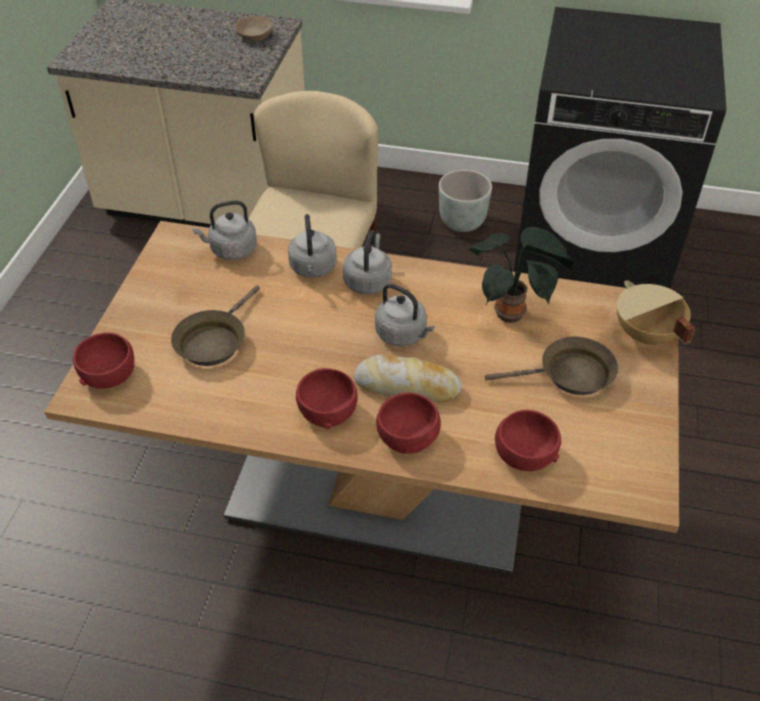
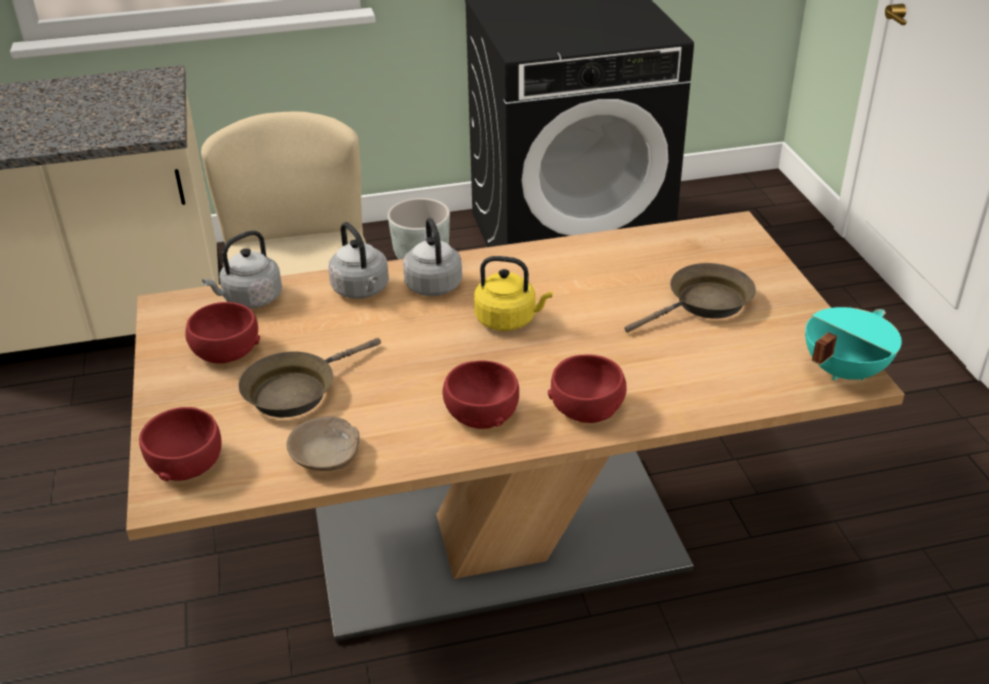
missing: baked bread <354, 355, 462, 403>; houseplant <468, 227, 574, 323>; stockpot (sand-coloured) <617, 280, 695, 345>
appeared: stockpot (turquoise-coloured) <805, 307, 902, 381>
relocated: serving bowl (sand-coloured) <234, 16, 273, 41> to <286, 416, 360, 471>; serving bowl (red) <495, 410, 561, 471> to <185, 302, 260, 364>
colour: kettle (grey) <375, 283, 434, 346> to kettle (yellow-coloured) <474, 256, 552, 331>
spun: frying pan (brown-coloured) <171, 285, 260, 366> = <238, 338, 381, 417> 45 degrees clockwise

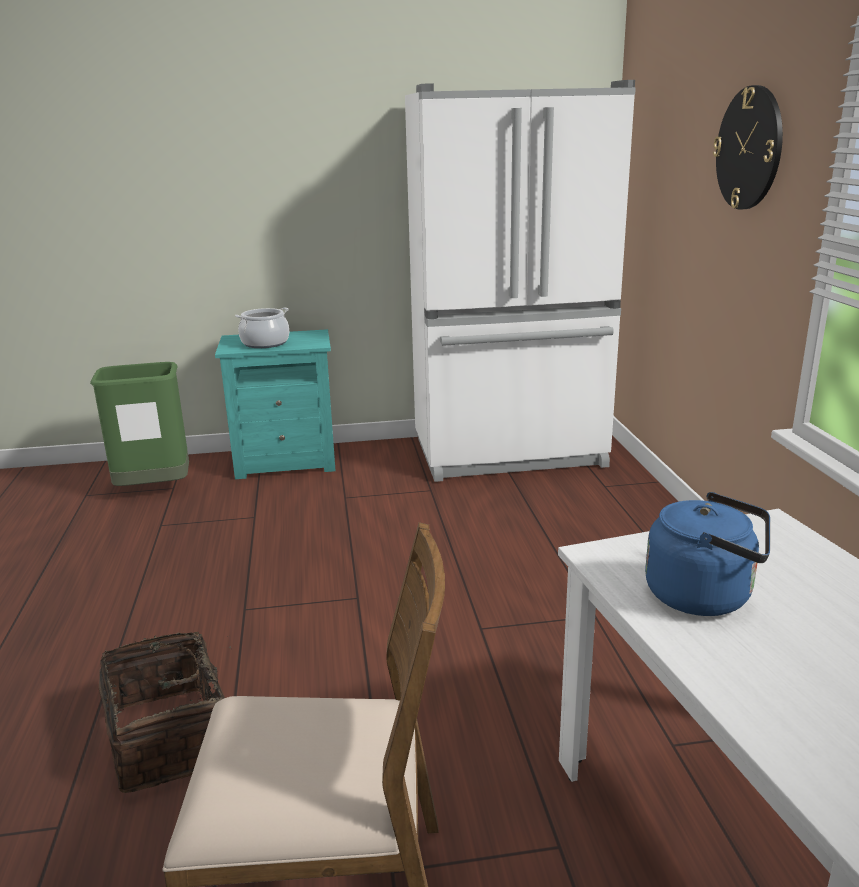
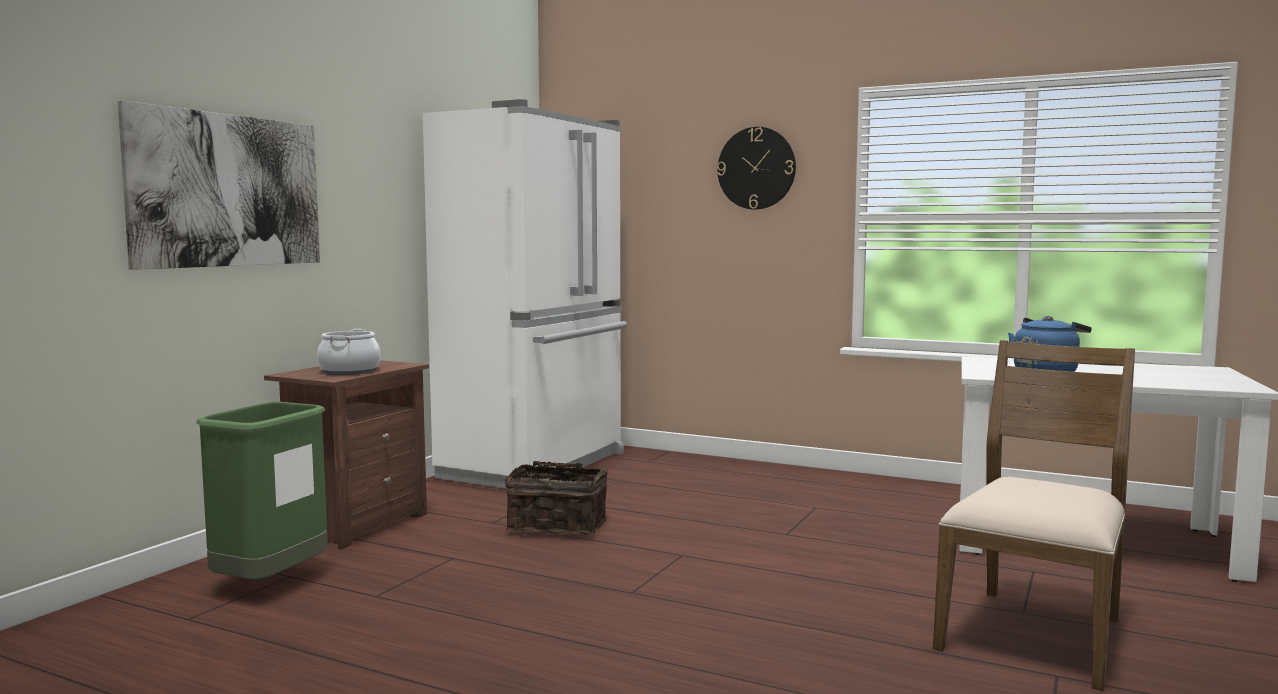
appeared: wall picture <118, 100, 320, 270>
relocated: storage basket <99, 632, 231, 793> to <505, 461, 608, 535>
colour: night table (turquoise-coloured) <215, 329, 336, 479> to night table (brown-coloured) <264, 360, 429, 549>

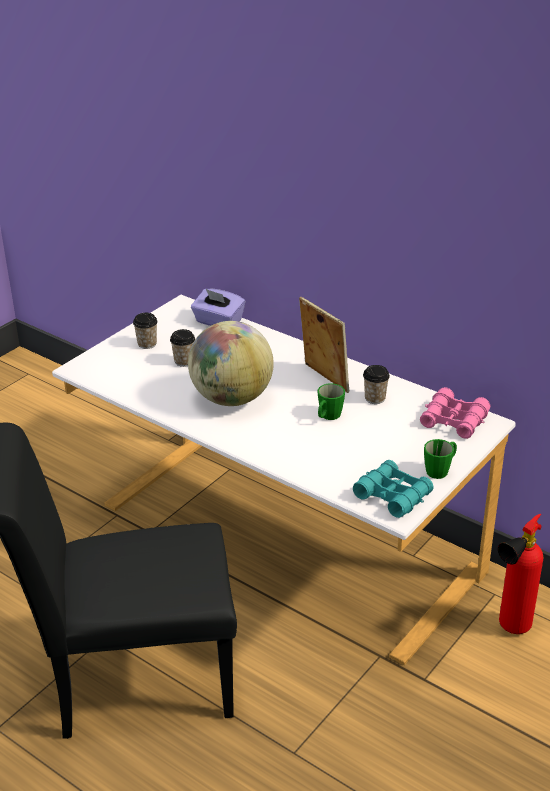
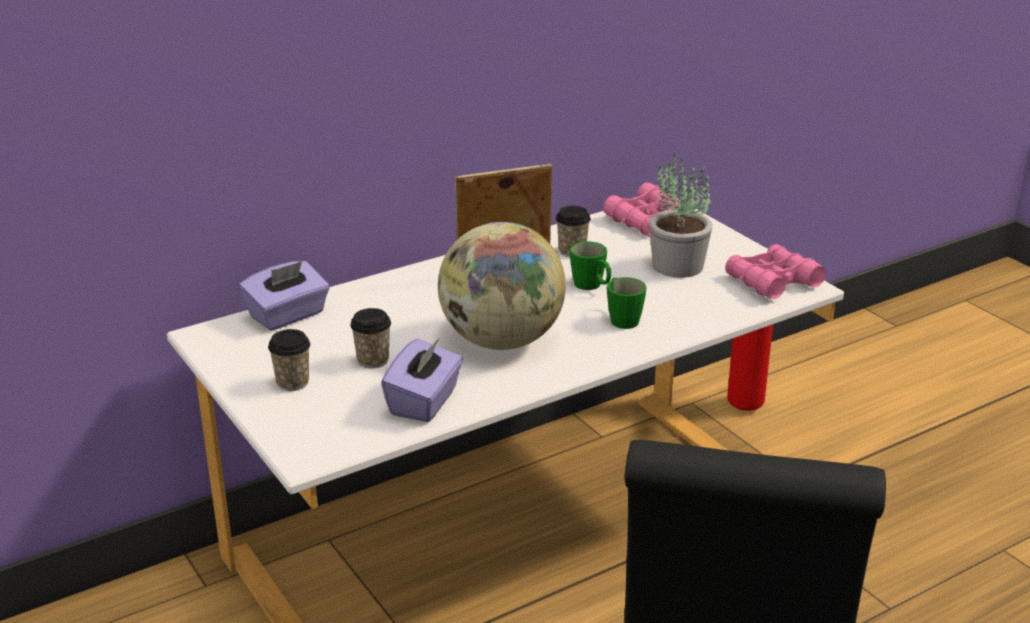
appeared: box of tissues (purple-coloured) <381, 338, 463, 422>; houseplant <649, 153, 713, 278>
relocated: coffee mug (green) <424, 439, 457, 479> to <607, 277, 647, 329>
colour: pair of binoculars (turquoise-coloured) <353, 460, 434, 518> to pair of binoculars (pink) <725, 244, 826, 299>

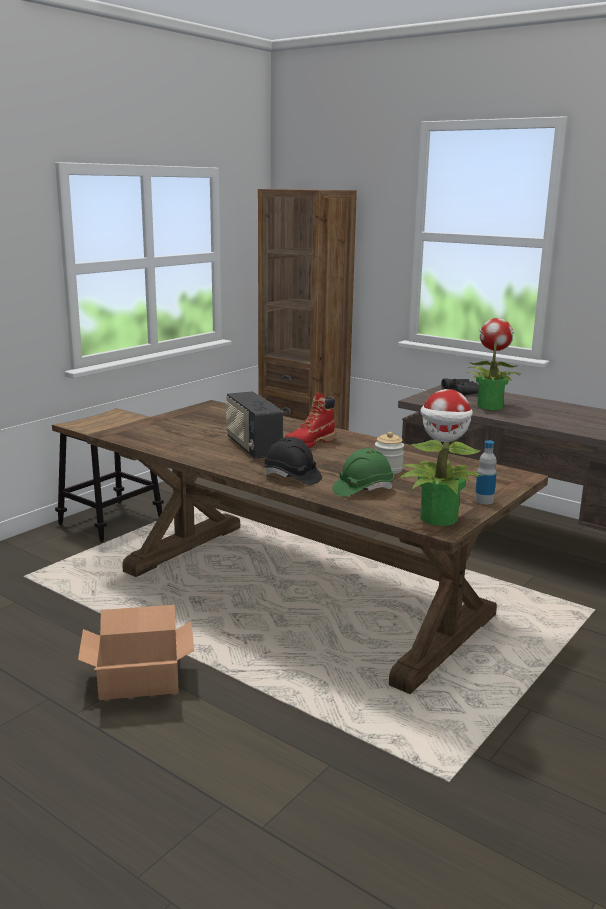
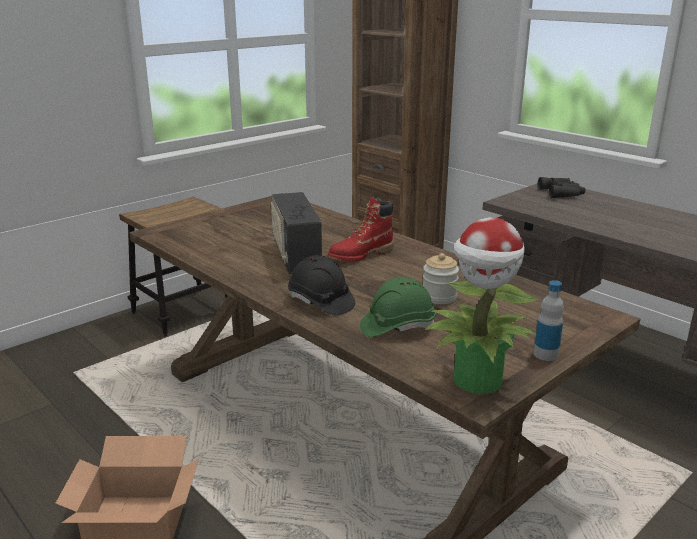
missing: houseplant <466, 318, 520, 410>

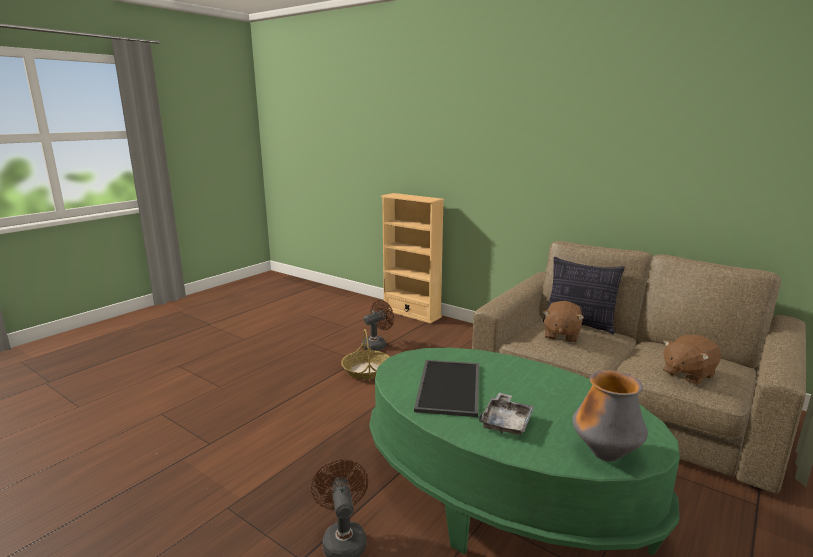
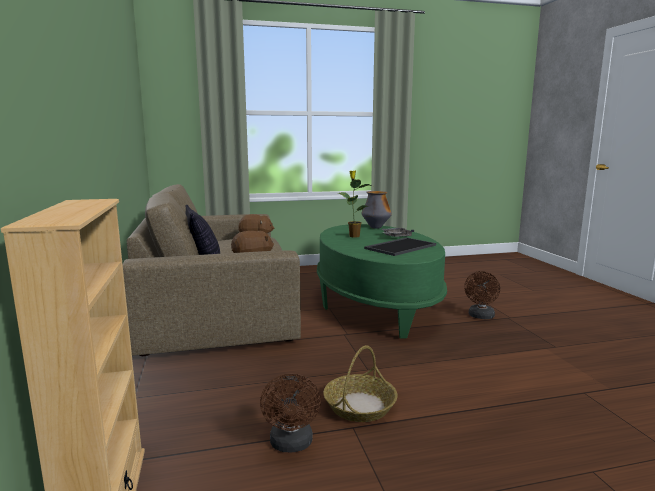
appeared: houseplant <338, 170, 372, 237>
spun: cooling fan (brown-coloured) <362, 300, 394, 351> = <260, 373, 321, 452> 90 degrees counterclockwise

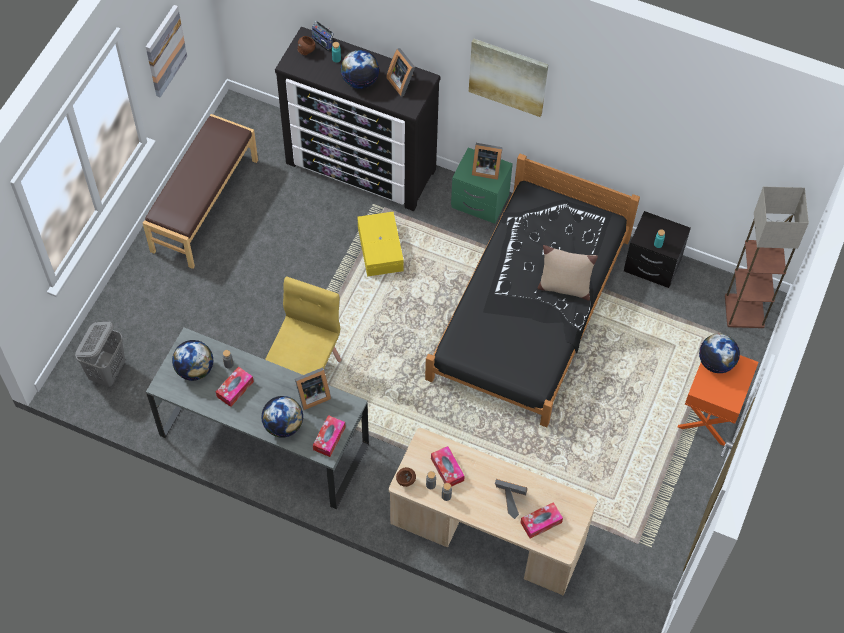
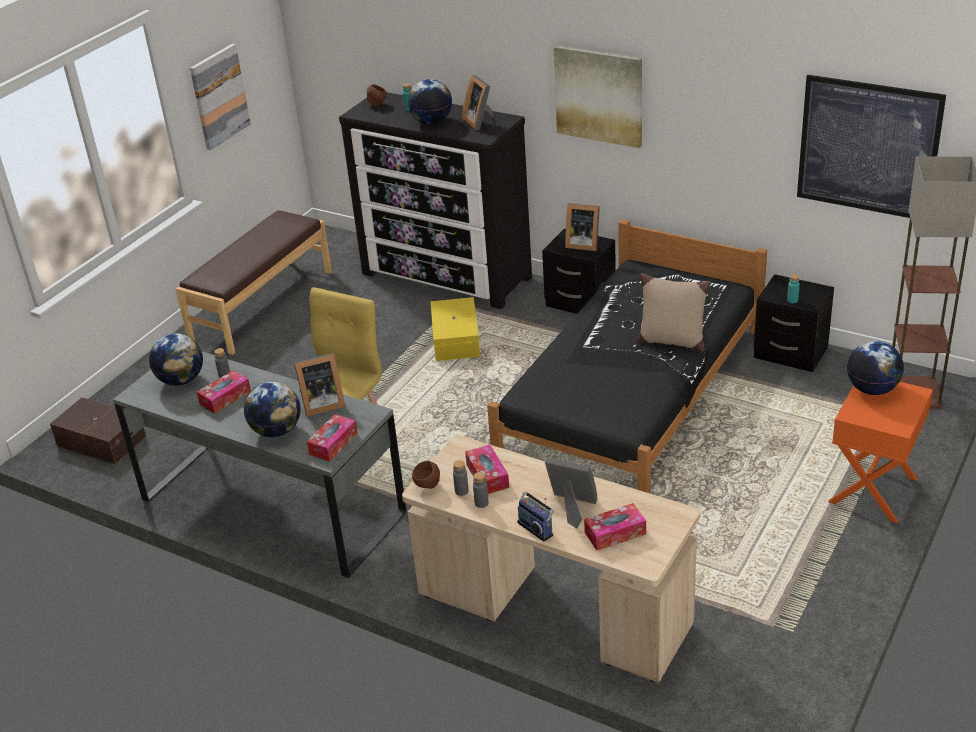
appeared: wall picture <797, 75, 946, 218>
relocated: radio <311, 21, 334, 51> to <517, 492, 554, 542>
exchanged: washing basket (grey) <75, 322, 125, 387> to storage bin (brown-coloured) <50, 397, 146, 464>
colour: night table (green) <451, 147, 513, 224> to night table (black) <542, 229, 616, 314>

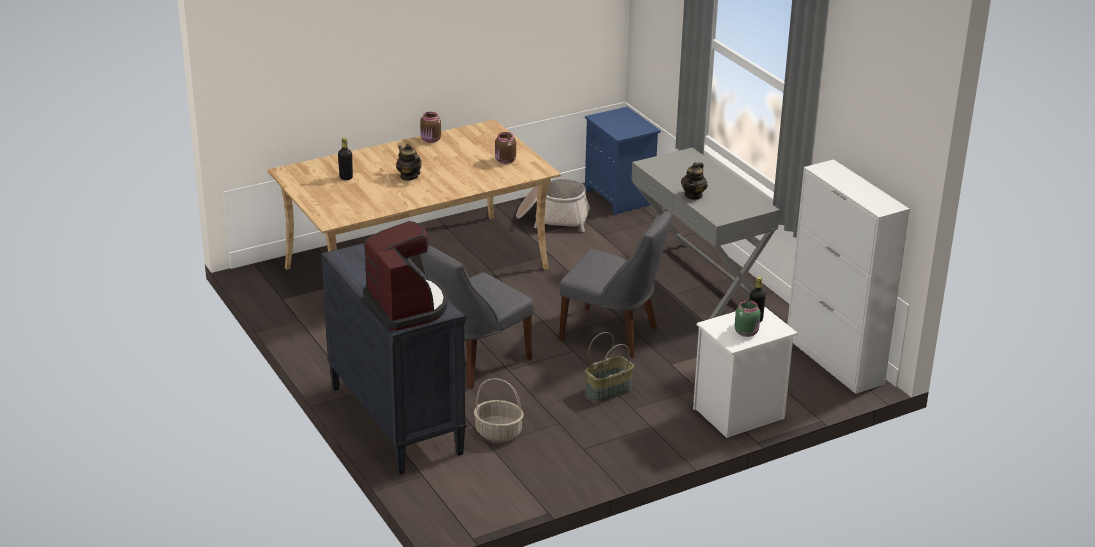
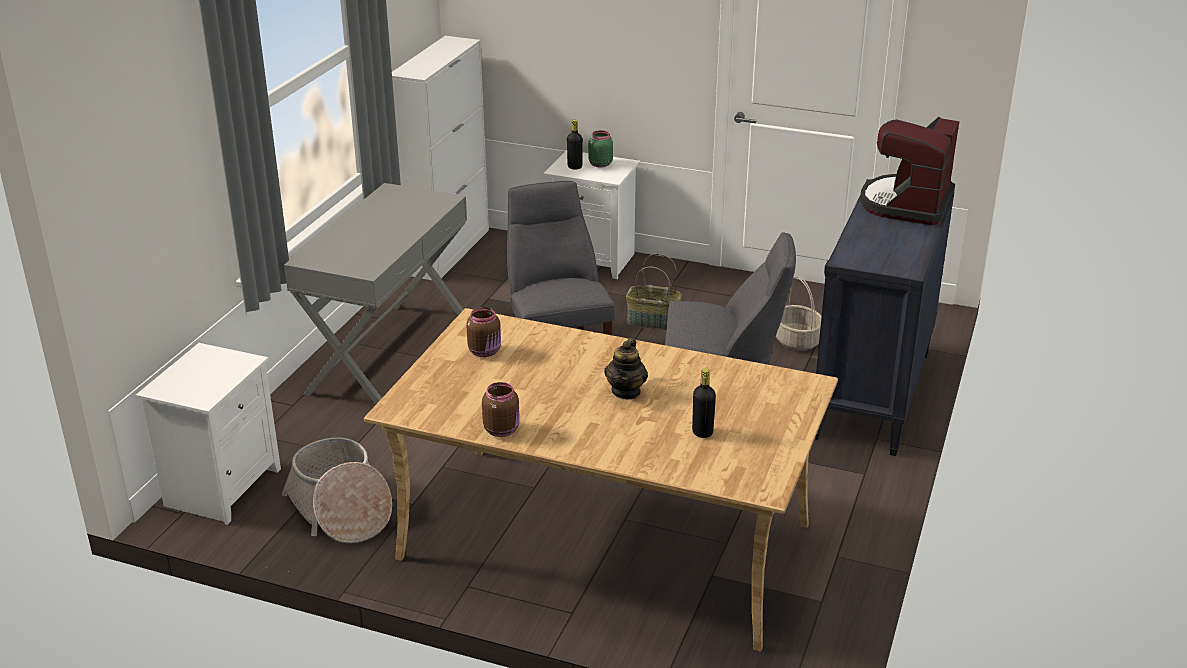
missing: pot for tea <681, 162, 708, 200>
colour: night table (blue) <585, 107, 661, 215> to night table (white) <136, 343, 281, 525>

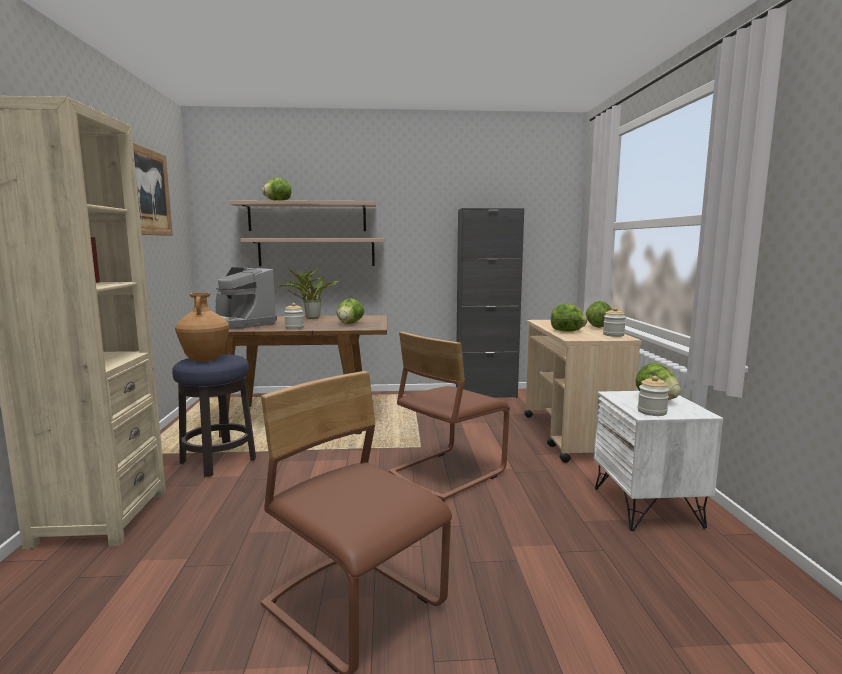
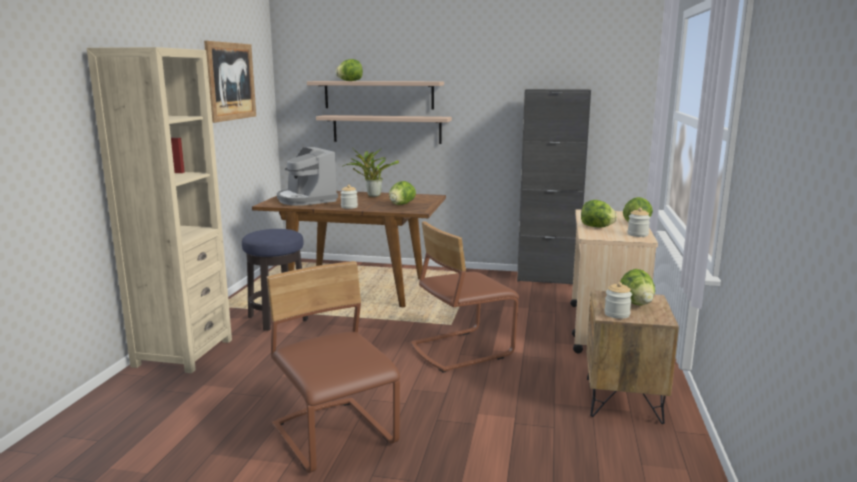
missing: decorative vase (brown-coloured) <175, 293, 229, 362>
colour: night table (white) <594, 391, 723, 531> to night table (brown-coloured) <586, 290, 679, 424>

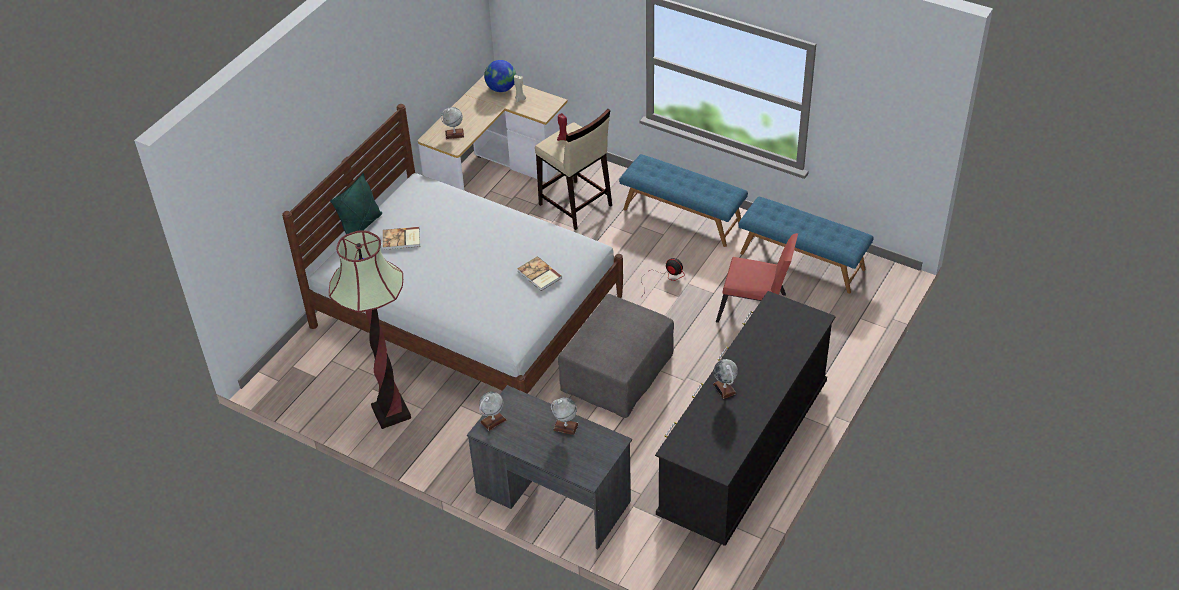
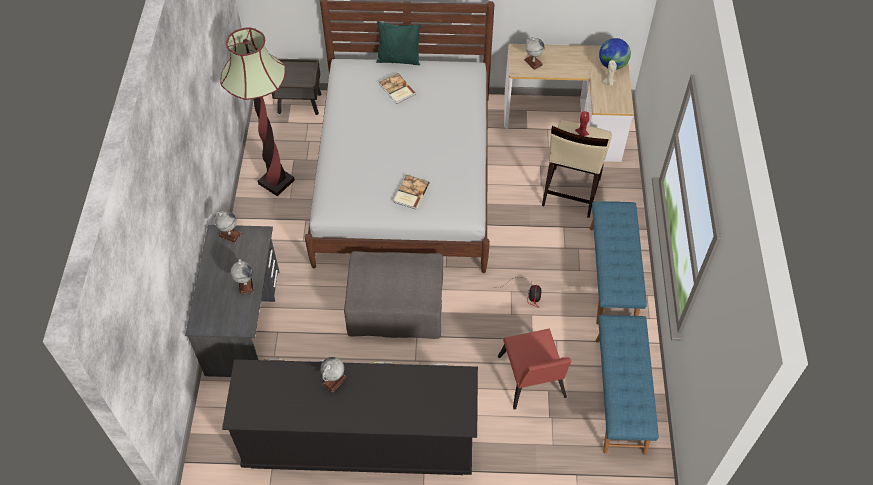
appeared: night table (brown-coloured) <272, 59, 321, 115>

